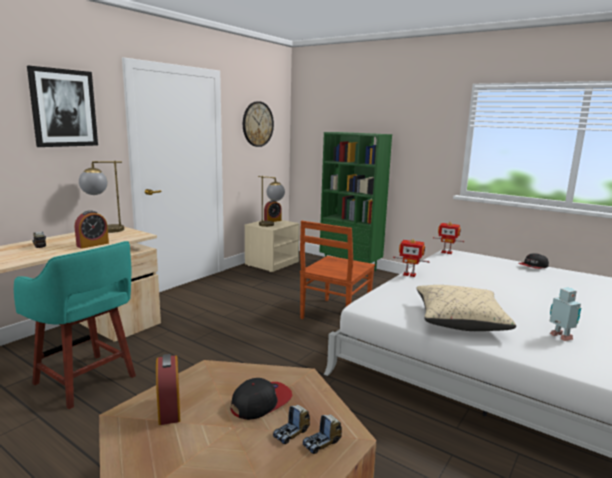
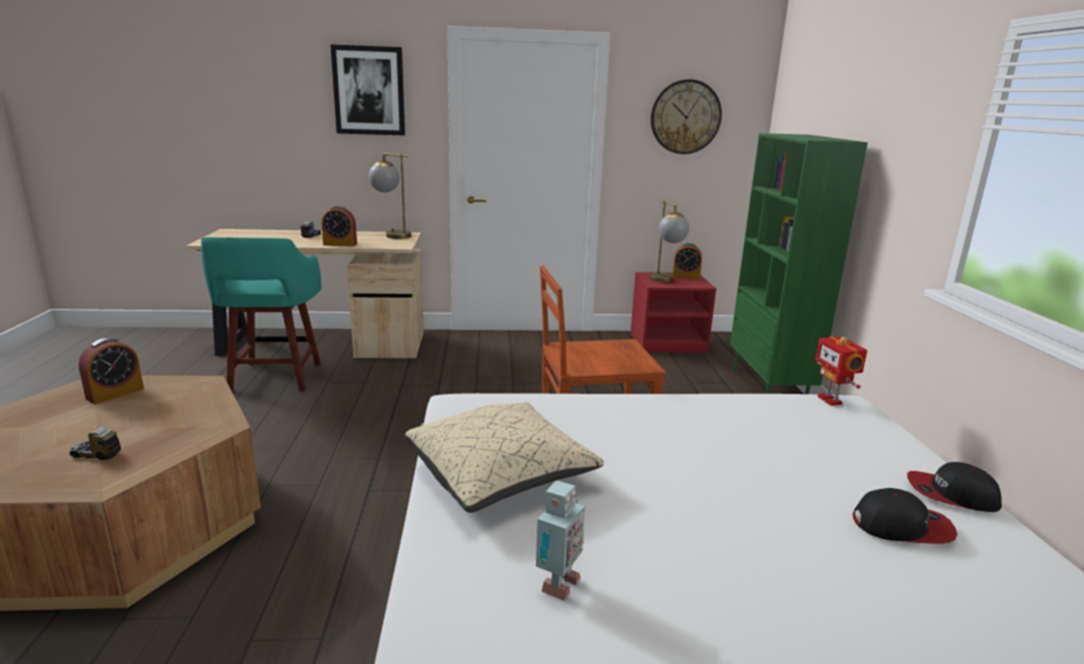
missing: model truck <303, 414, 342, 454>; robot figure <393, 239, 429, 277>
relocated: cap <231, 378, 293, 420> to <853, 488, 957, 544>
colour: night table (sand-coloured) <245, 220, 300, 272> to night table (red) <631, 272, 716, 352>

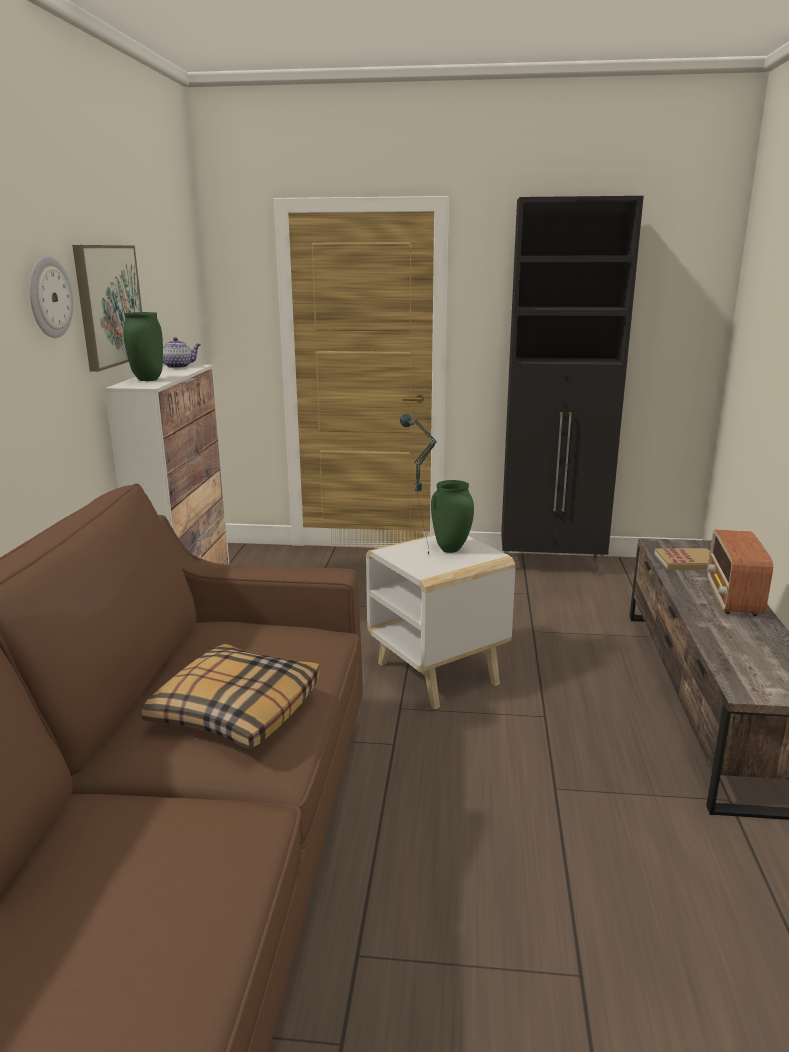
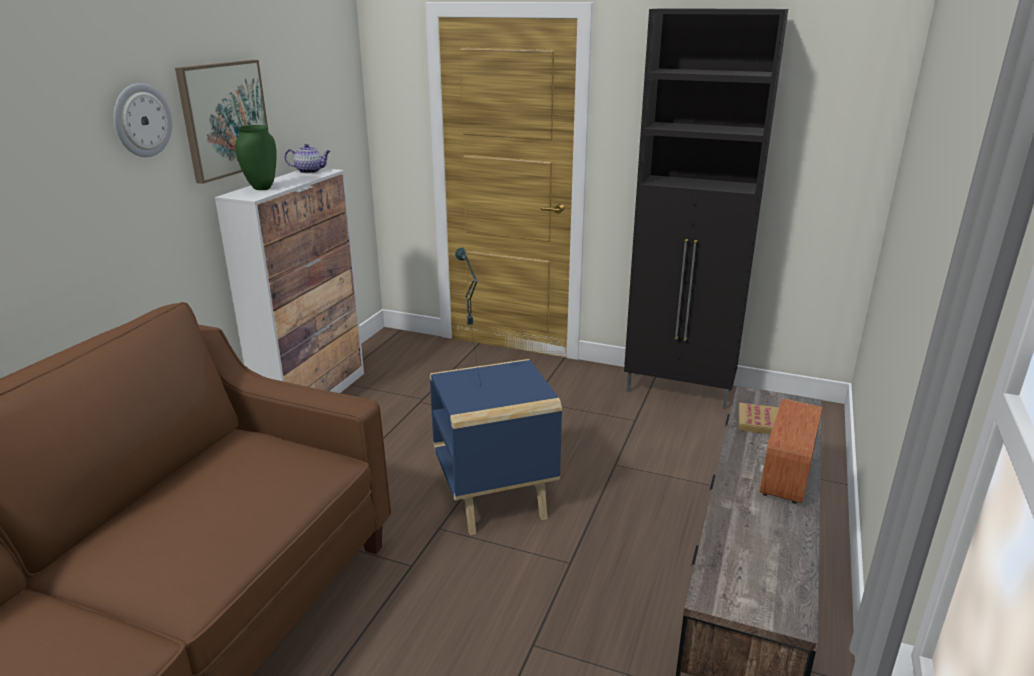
missing: cushion <141, 644, 320, 749>; decorative vase (green) <431, 480, 474, 553>
colour: end table (white) <366, 535, 516, 709> to end table (blue) <430, 359, 562, 535>

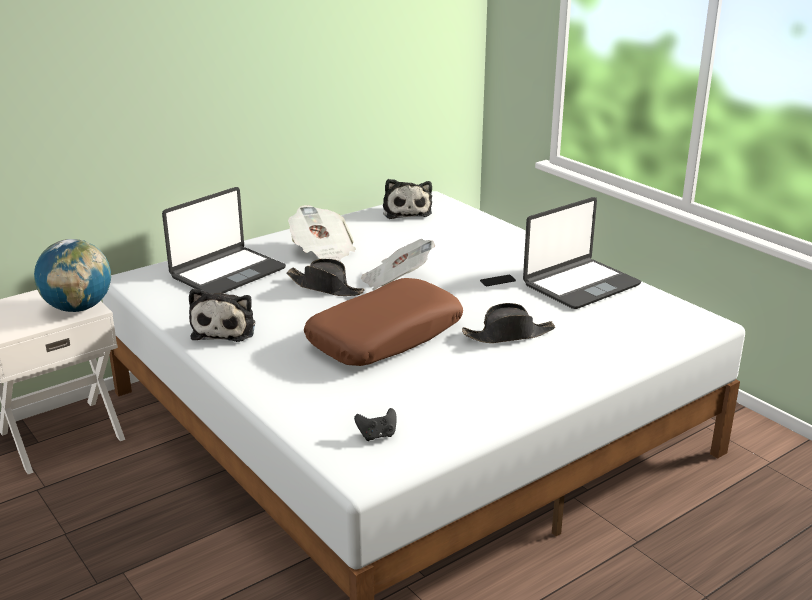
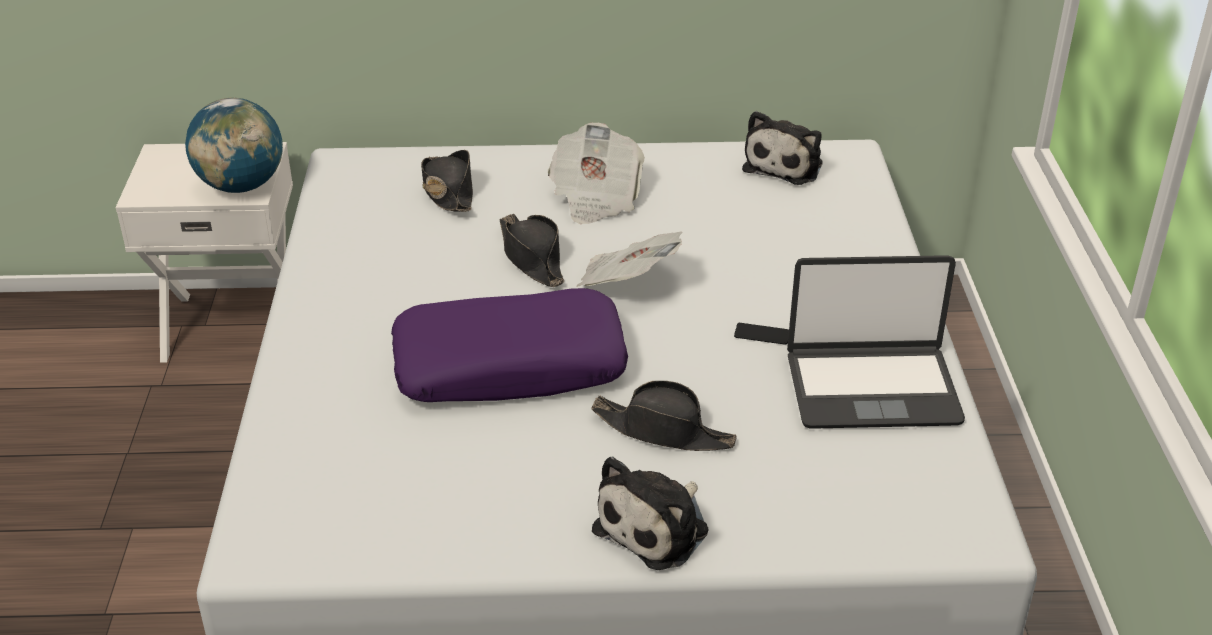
missing: joypad (black) <354, 408, 397, 441>
relocated: soft toy <189, 288, 255, 342> to <592, 456, 709, 570>
exchanged: notebook computer <162, 187, 286, 294> to hat (black) <421, 150, 473, 212>
colour: cushion (brown-coloured) <304, 278, 463, 366> to cushion (purple-coloured) <391, 288, 628, 402>

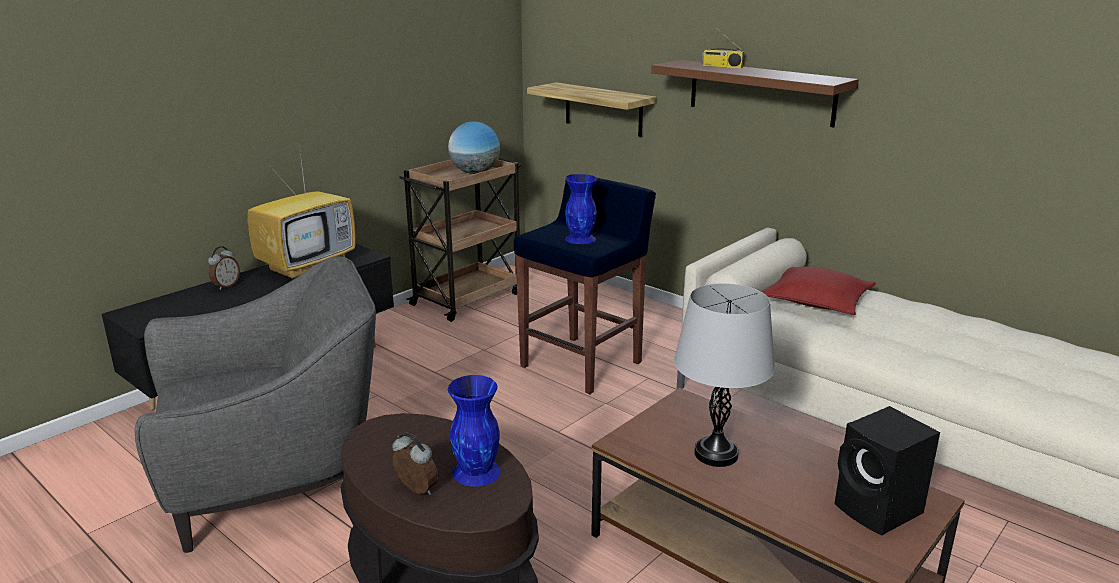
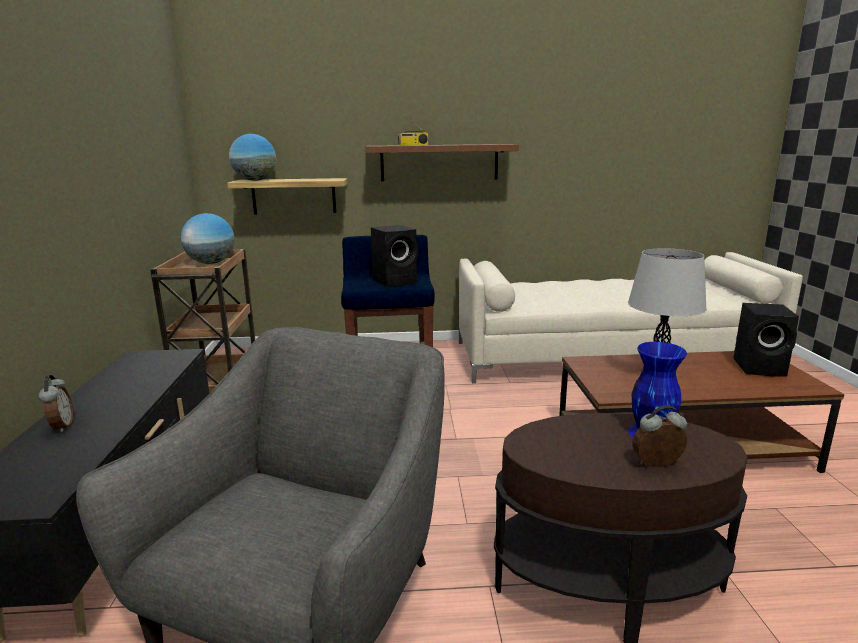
missing: television <248, 153, 356, 280>; cushion (red) <761, 266, 876, 315>
appeared: world globe <229, 134, 276, 181>
exchanged: decorative vase (blue) <565, 174, 597, 244> to loudspeaker (black) <371, 225, 418, 287>

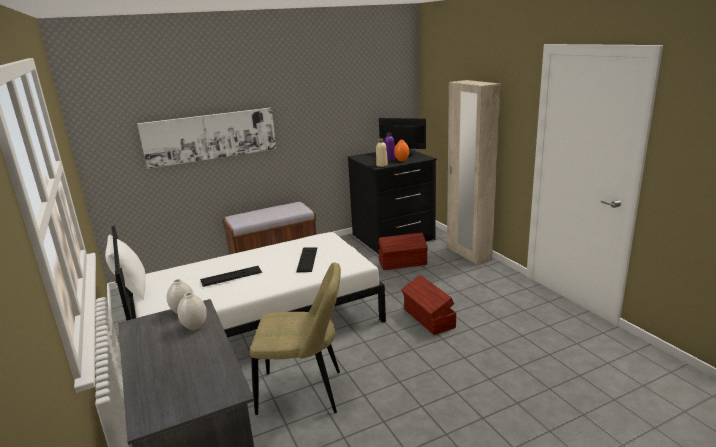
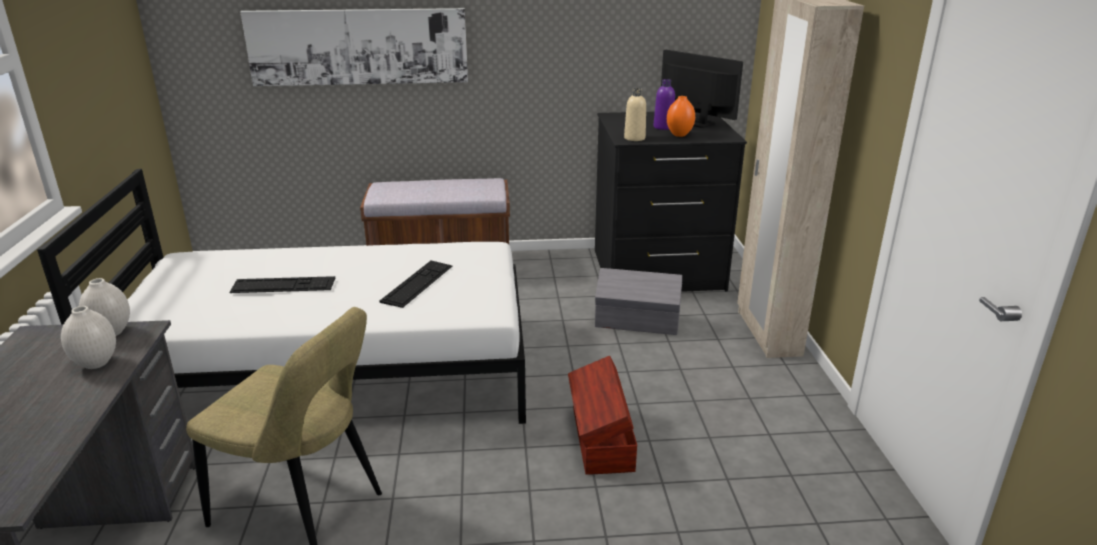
missing: cushion (white) <105, 235, 146, 300>
colour: storage bin (brown-coloured) <378, 233, 428, 270> to storage bin (grey) <595, 268, 682, 335>

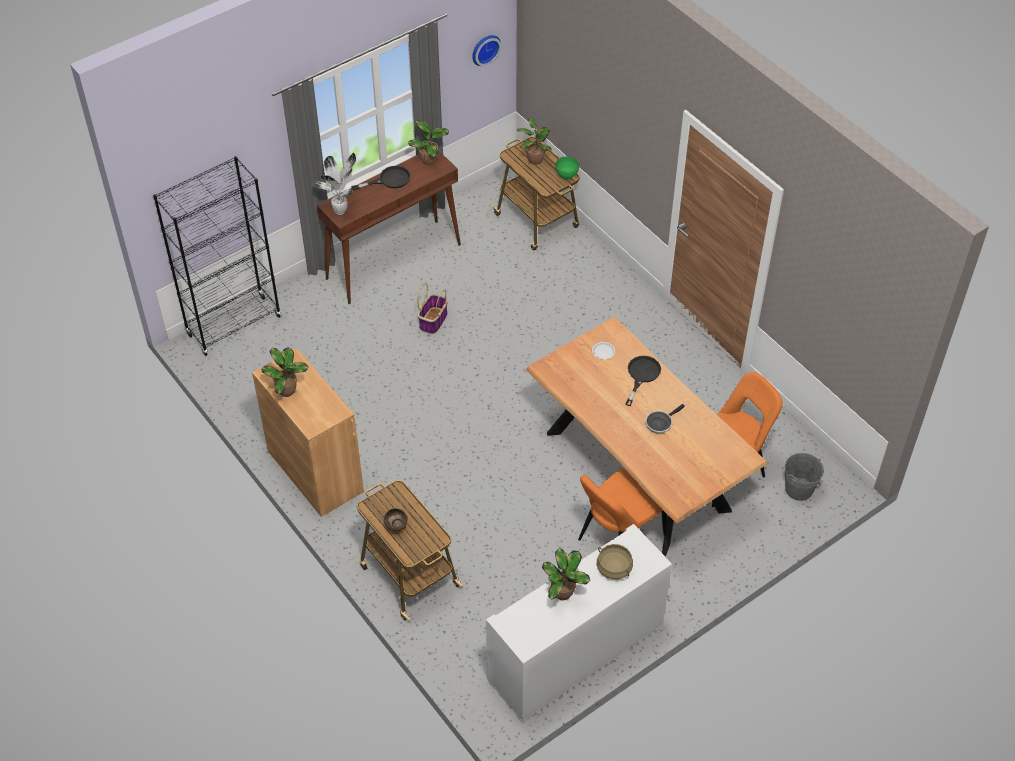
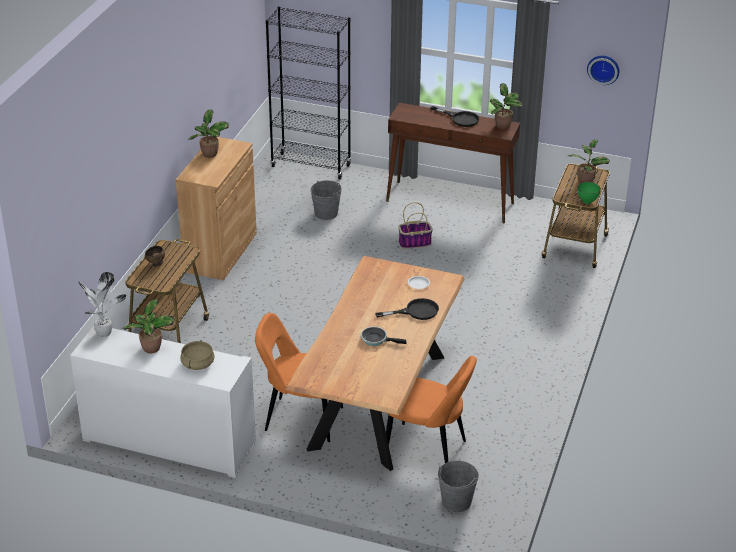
appeared: bucket (grey) <310, 180, 342, 220>
relocated: houseplant <314, 153, 356, 215> to <78, 272, 126, 338>

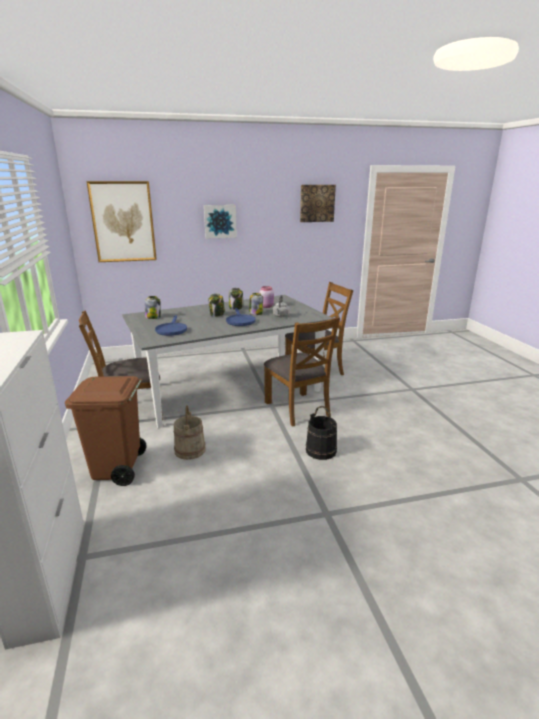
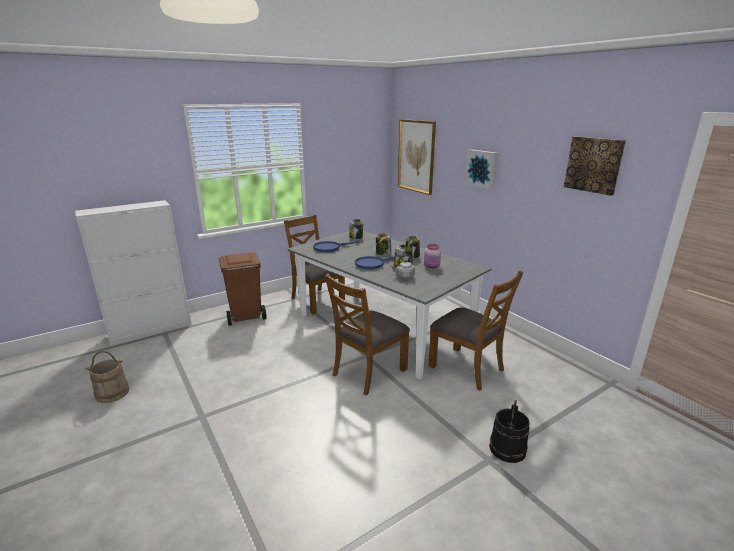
relocated: bucket (sand-coloured) <174, 405, 205, 460> to <86, 351, 129, 403>; bucket (black) <306, 406, 337, 460> to <489, 400, 530, 463>

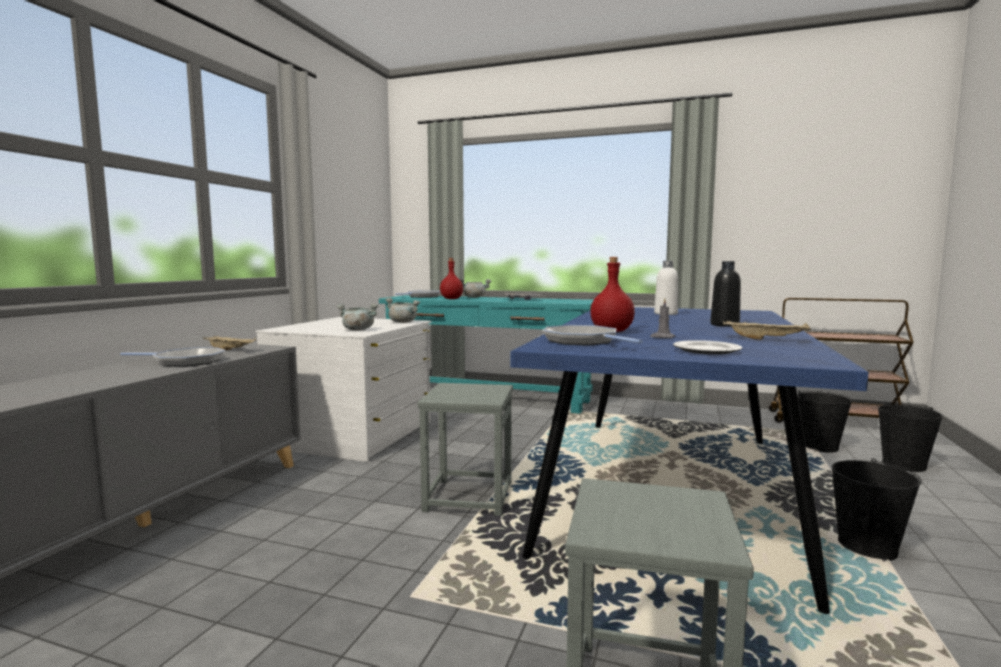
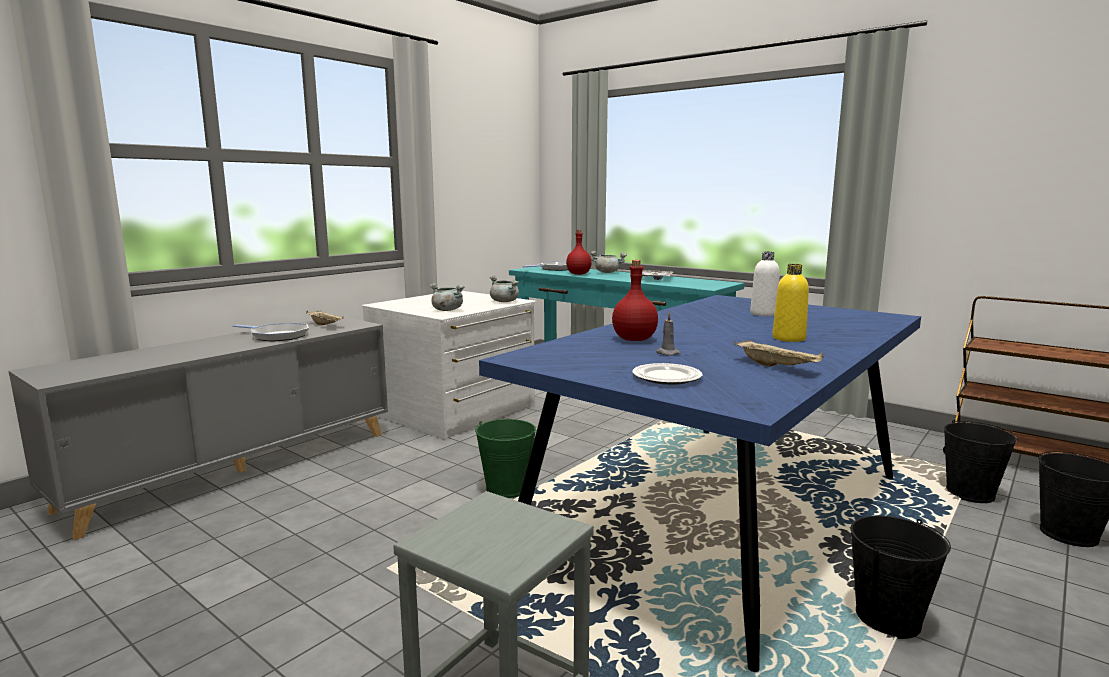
missing: frying pan <543, 325, 643, 346>
exchanged: stool seat (grey) <418, 383, 513, 516> to bucket (green) <475, 419, 536, 498>
colour: drink bottle (black) <710, 261, 741, 327> to drink bottle (yellow-coloured) <772, 264, 809, 342>

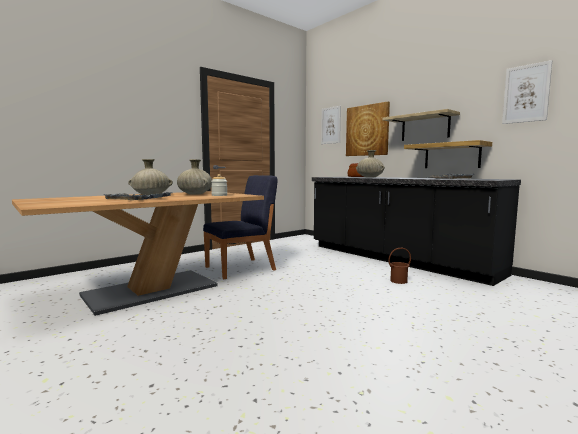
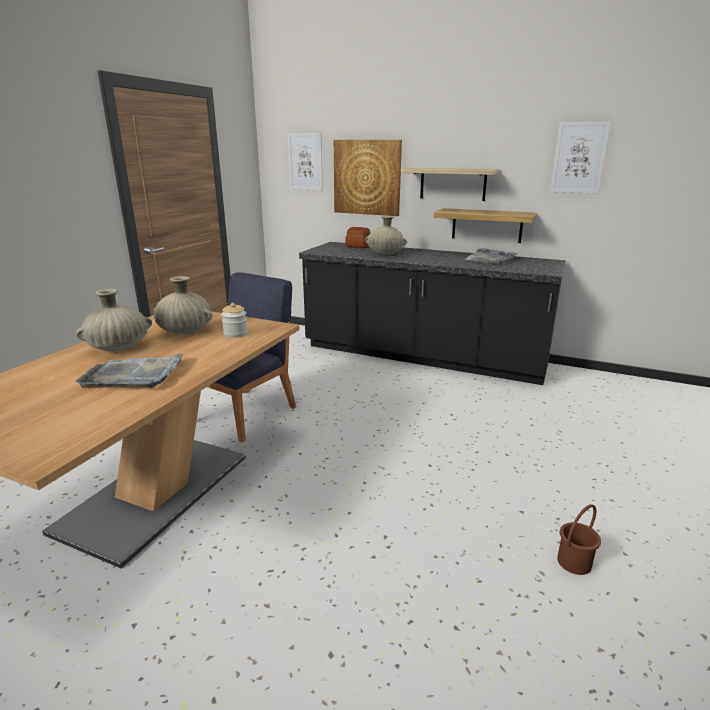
relocated: bucket (brown-coloured) <388, 248, 411, 284> to <557, 504, 601, 575>

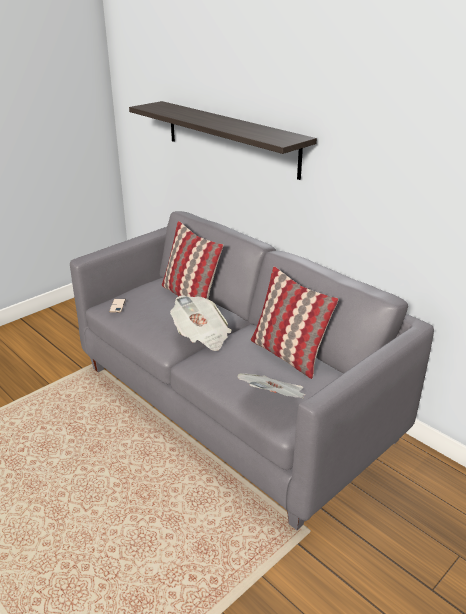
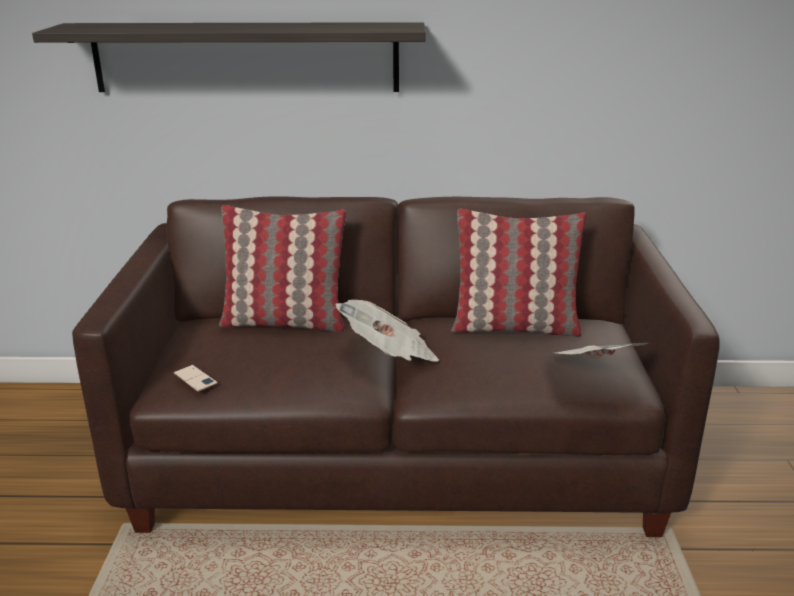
colour: sofa (grey) <70, 211, 434, 530> to sofa (brown-coloured) <72, 196, 720, 537>

